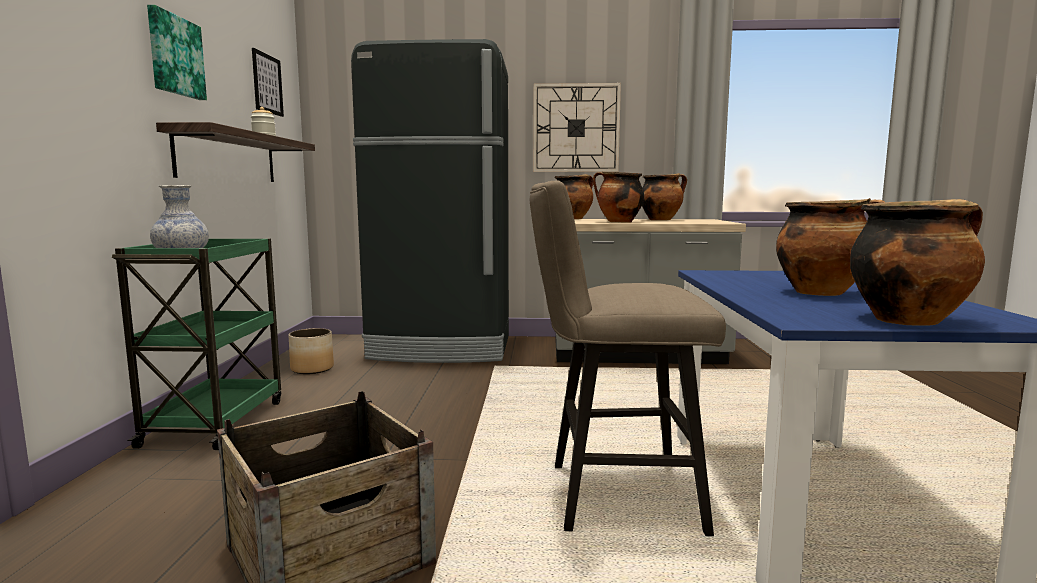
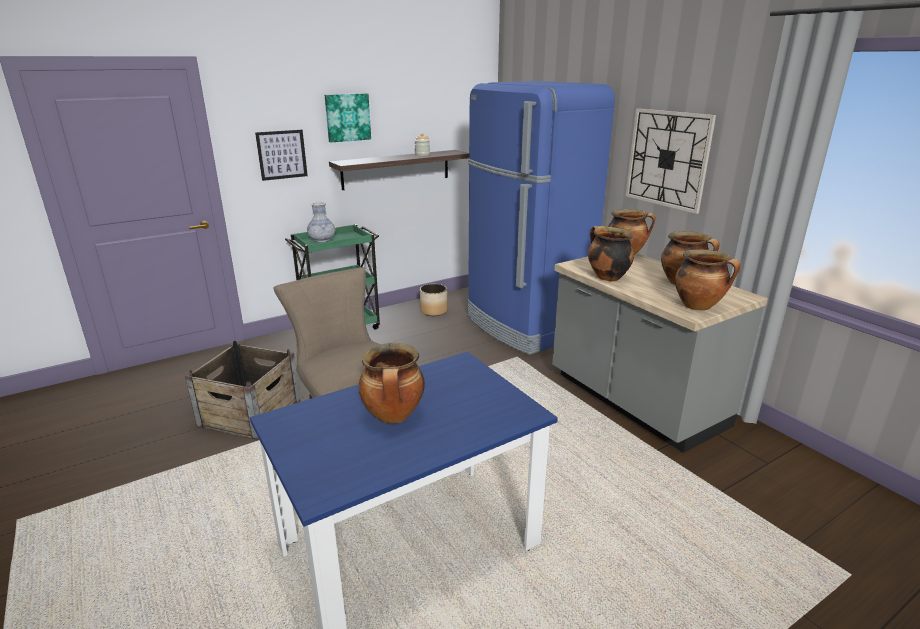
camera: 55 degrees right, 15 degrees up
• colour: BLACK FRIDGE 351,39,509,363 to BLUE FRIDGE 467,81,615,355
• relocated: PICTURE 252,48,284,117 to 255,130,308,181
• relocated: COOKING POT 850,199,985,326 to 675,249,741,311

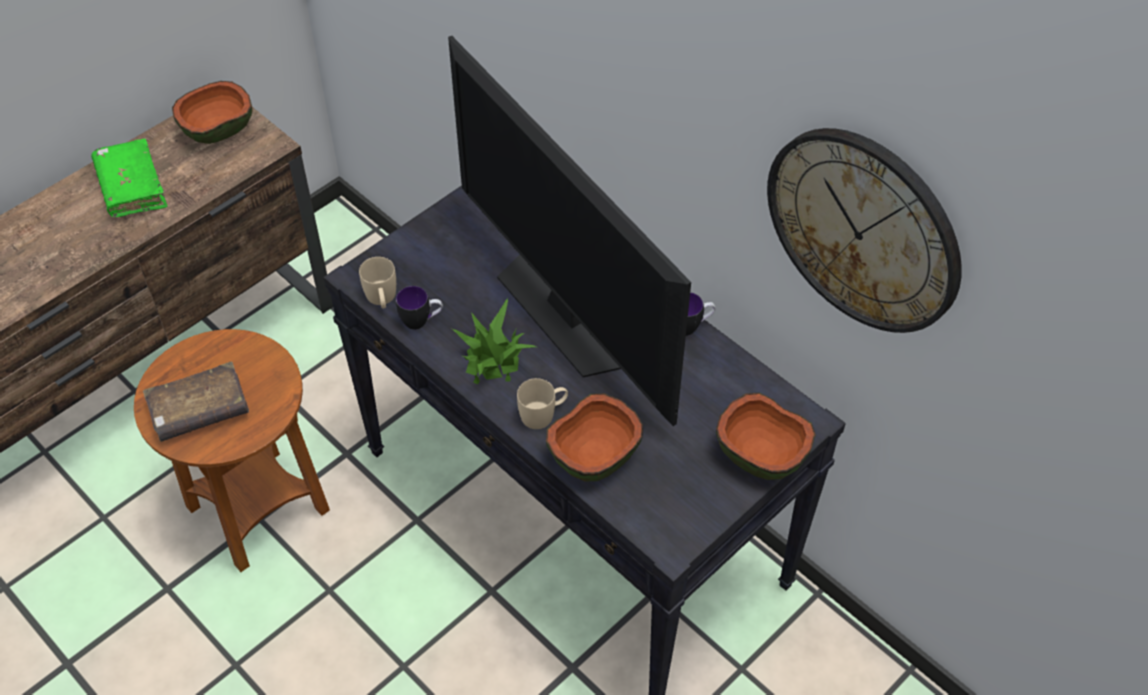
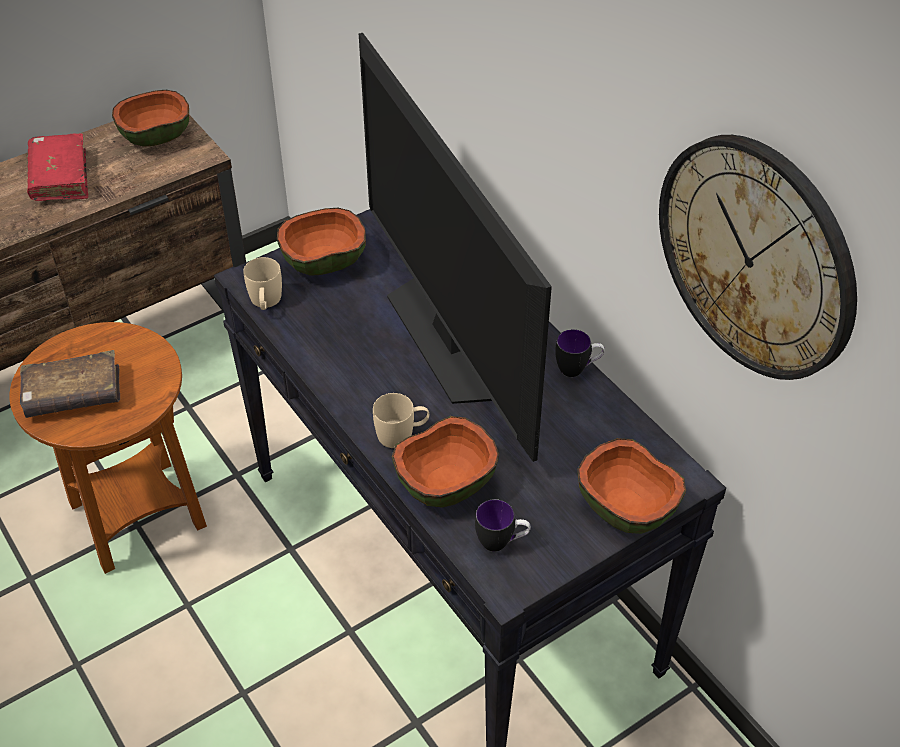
camera: 10 degrees right, 5 degrees down
• colour: GREEN BOOK 91,139,168,217 to RED BOOK 27,133,88,201
• relocated: MUG 396,286,443,330 to 475,499,531,552
• missing: POTTED PLANT 452,298,536,385
• appeared: BOWL 277,208,366,276

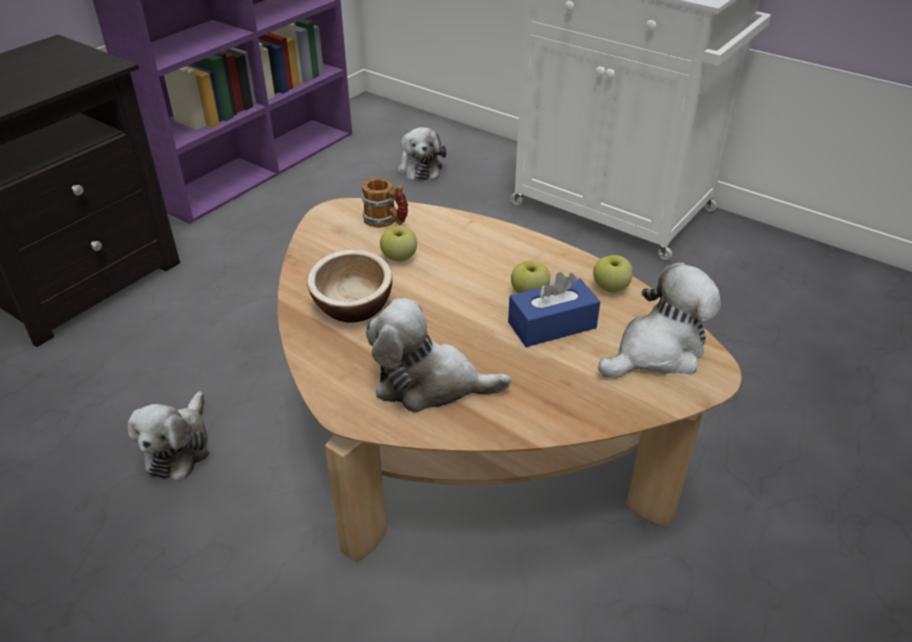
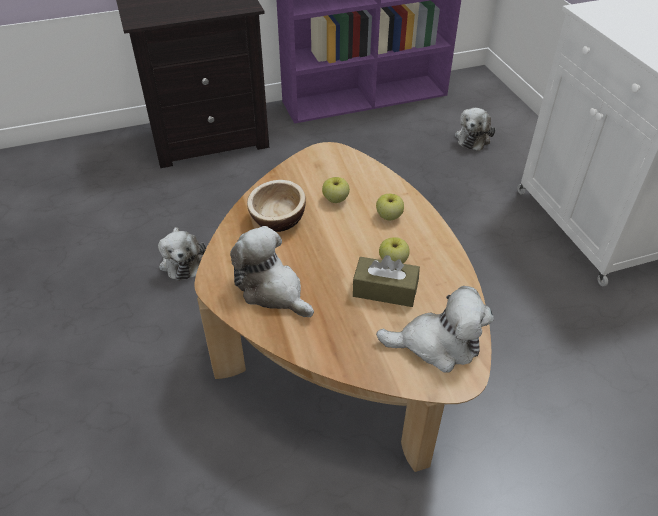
camera: 35 degrees right, 5 degrees up
• missing: MUG 362,178,408,228
• relocated: APPLE 593,255,633,292 to 376,194,404,220
• colour: BLUE TISSUE BOX 508,272,600,347 to BROWN TISSUE BOX 353,255,420,307
• spun: PLUSH TOY 128,391,209,480 = 158,227,206,281 60 degrees counterclockwise

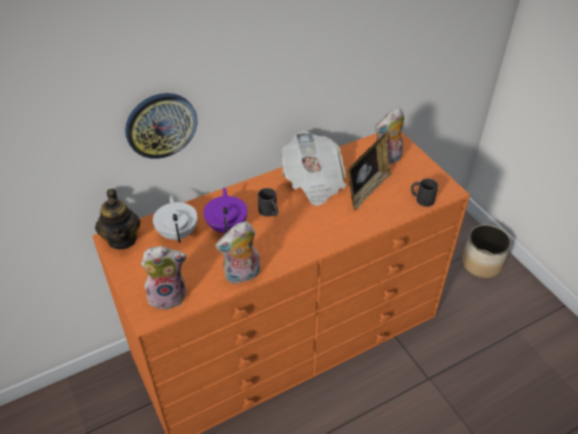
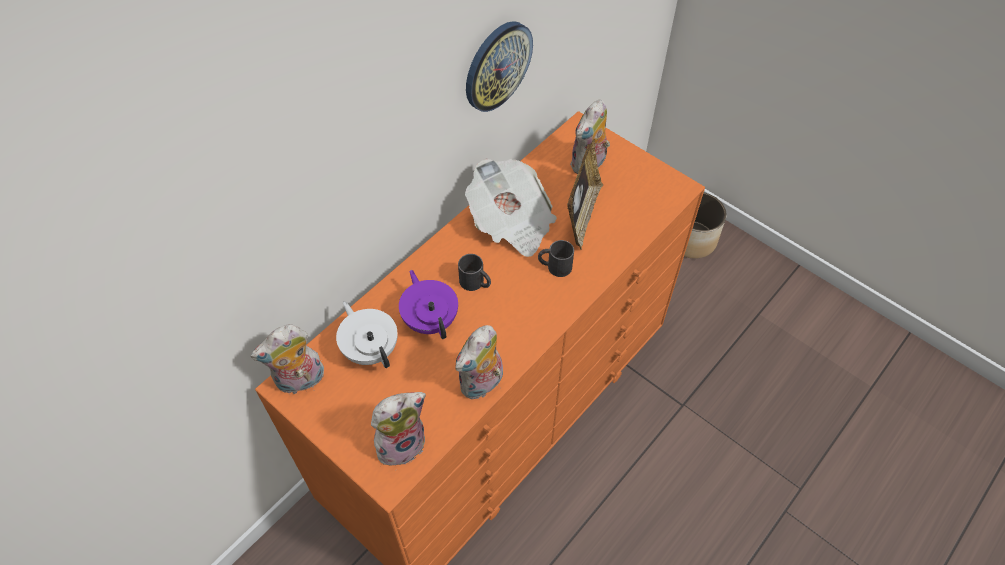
camera: 20 degrees left, 10 degrees up
• relocated: WALL CLOCK 125,93,197,159 to 466,21,533,112
• relocated: BLACK MUG 411,178,438,207 to 538,240,574,277
• exchanged: TEAPOT 95,189,141,250 to PLUSH TOY 251,324,324,394

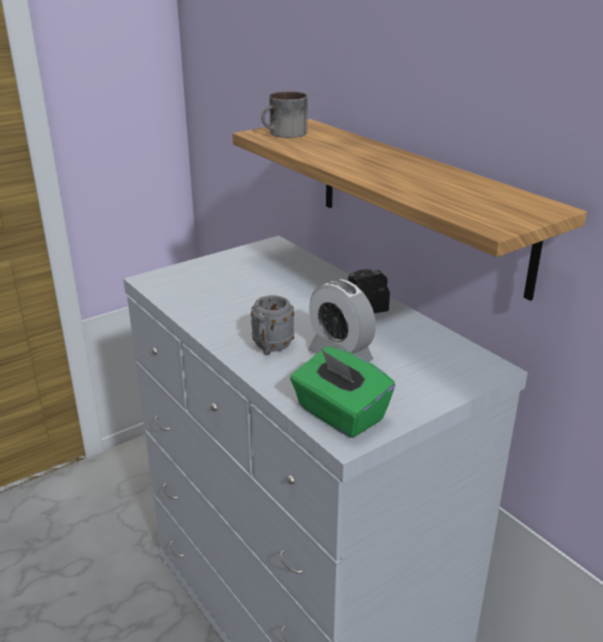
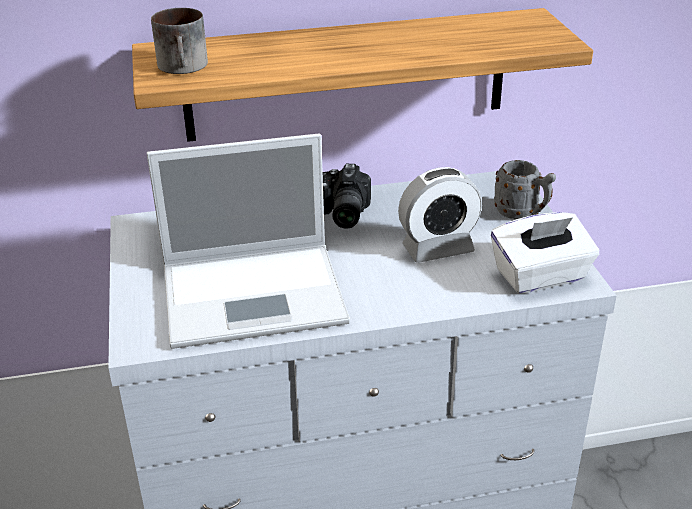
camera: 65 degrees left, 5 degrees up
• relocated: GREY MUG 250,295,295,355 to 494,160,556,219
• colour: GREEN TISSUE BOX 290,347,395,438 to WHITE TISSUE BOX 491,212,599,294
• appeared: LAPTOP 147,134,350,349

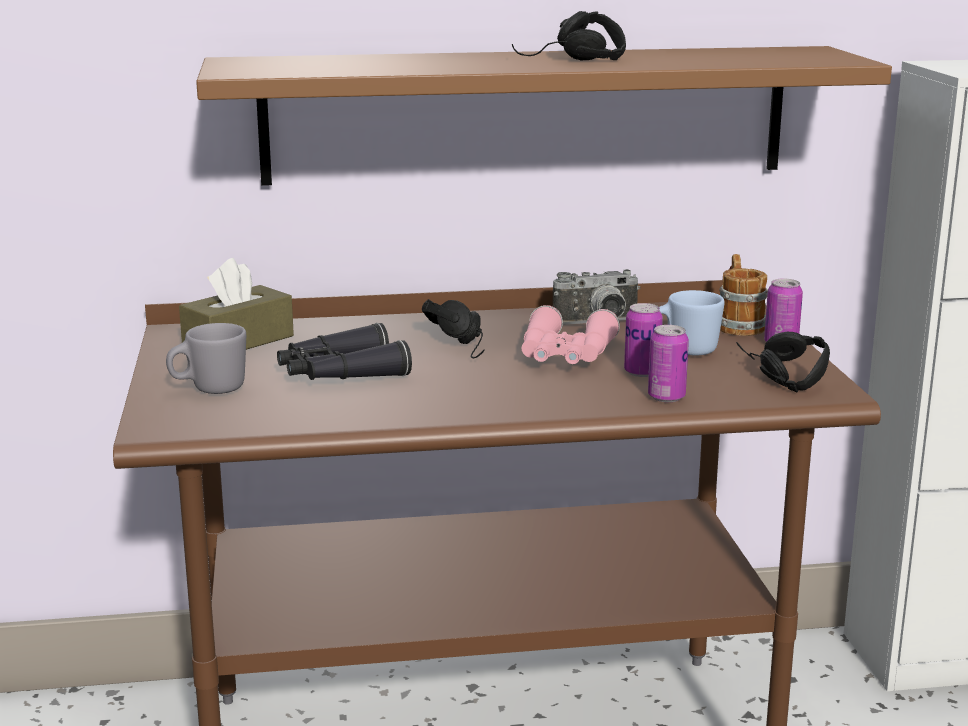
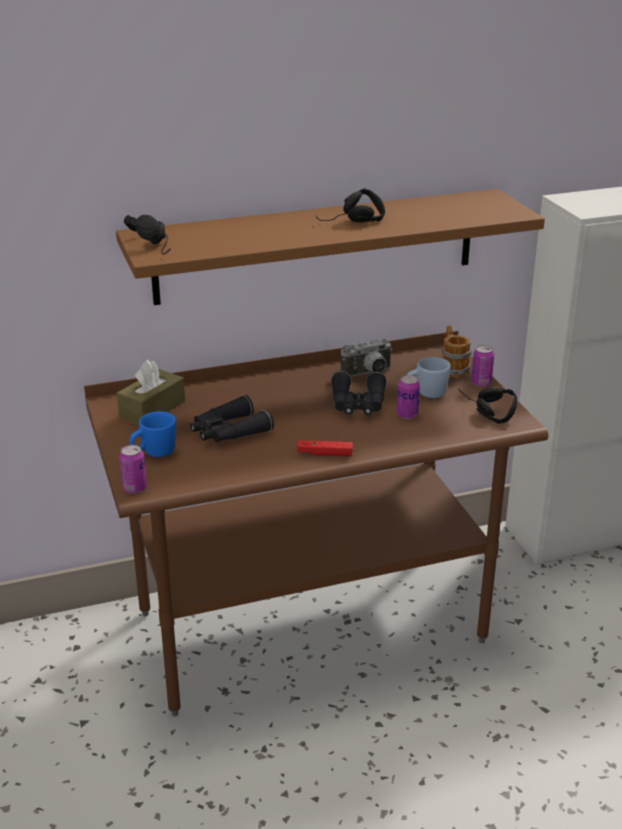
camera: 10 degrees left, 10 degrees up
• relocated: BLACK HEADPHONES 422,299,485,358 to 124,215,171,254
• colour: PINK BINOCULARS 522,305,620,364 to BLACK BINOCULARS 331,370,387,415
• colour: GREY MUG 166,323,246,394 to BLUE MUG 130,411,176,457
• relocated: CAN 648,325,689,402 to 119,445,147,493
• appeared: RED GAME CONTROLLER 297,440,353,456

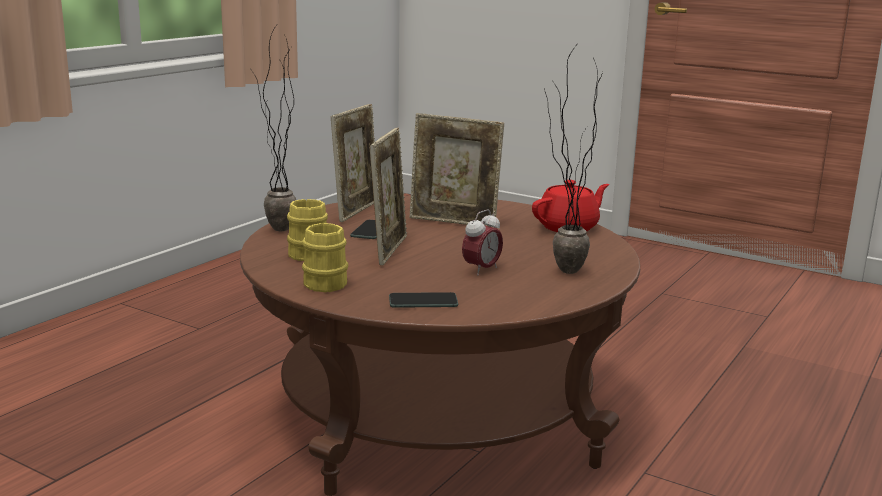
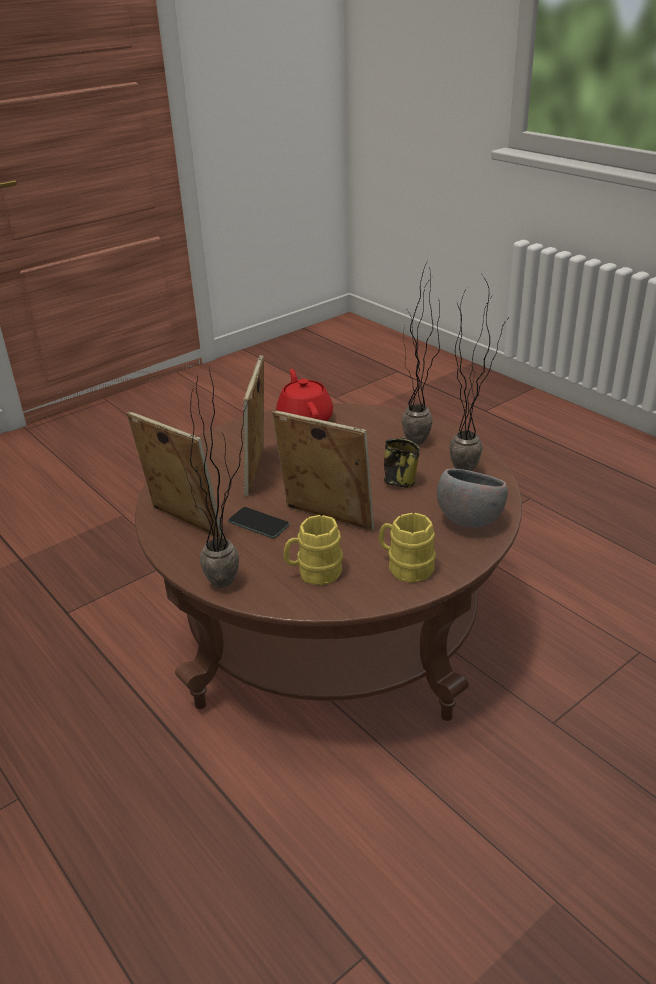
camera: 70 degrees left, 15 degrees up
• spun: PICTURE FRAME 410,113,504,228 = 243,355,264,496 150 degrees clockwise
• exchanged: ALARM CLOCK 462,209,503,276 to MUG 384,437,420,488
• exchanged: PHONE 389,292,458,308 to GREY BOWL 437,468,508,528
• appeared: POTTED PLANT 449,275,510,471

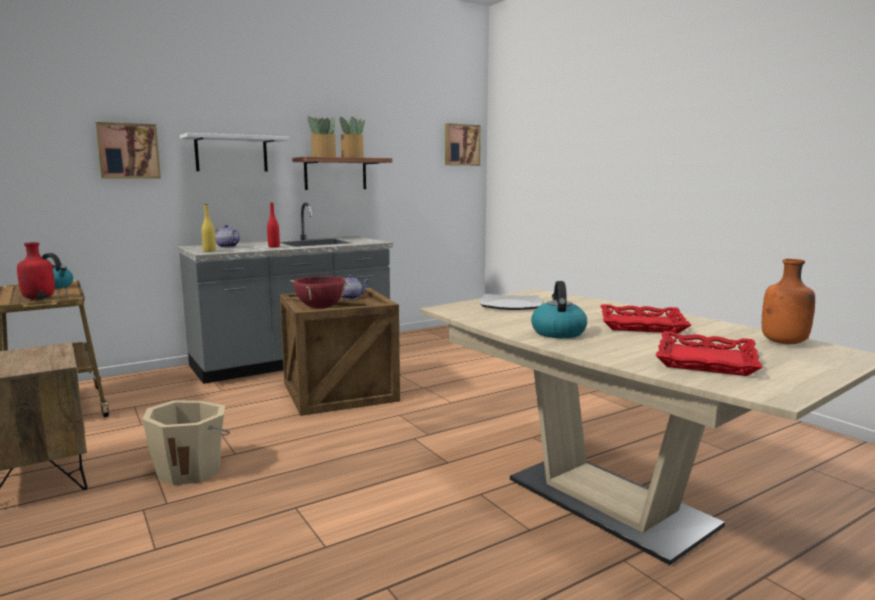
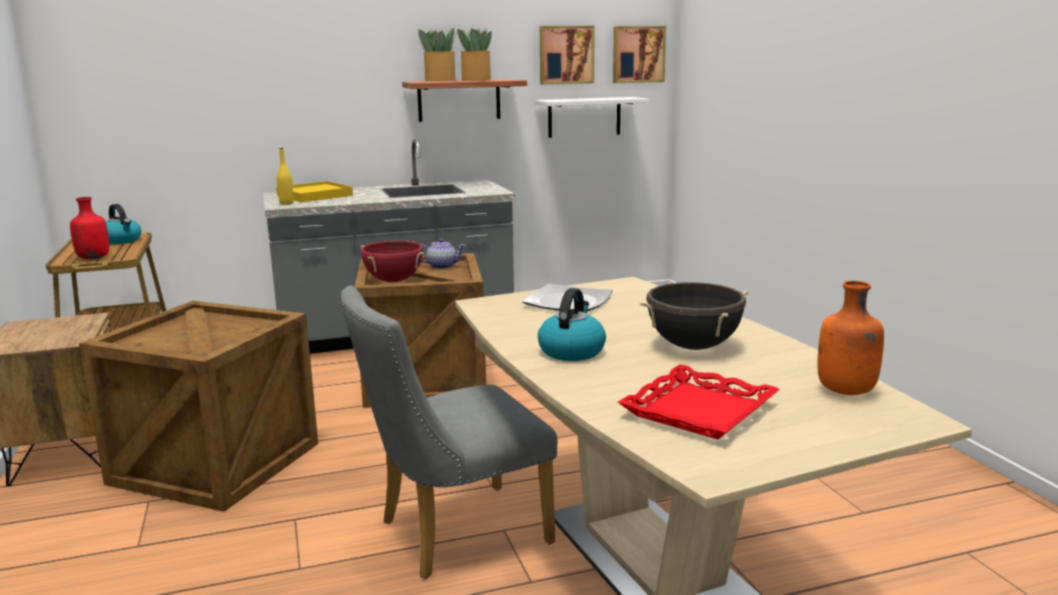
camera: 15 degrees right, 5 degrees up
• relocated: PICTURE 95,122,161,179 to 540,26,595,85
• relocated: WHITE SHELF 180,133,289,172 to 535,97,649,138
• missing: RED BOTTLE 267,203,280,248
• exchanged: TEAPOT 215,225,240,248 to YELLOW TRAY 276,181,353,202
• exchanged: RED TRAY 600,304,691,333 to BLACK COOKING POT 640,282,749,350
• exchanged: BEIGE BUCKET 142,400,230,485 to CRATE 79,301,318,512
• appeared: GREY CHAIR 341,286,558,579

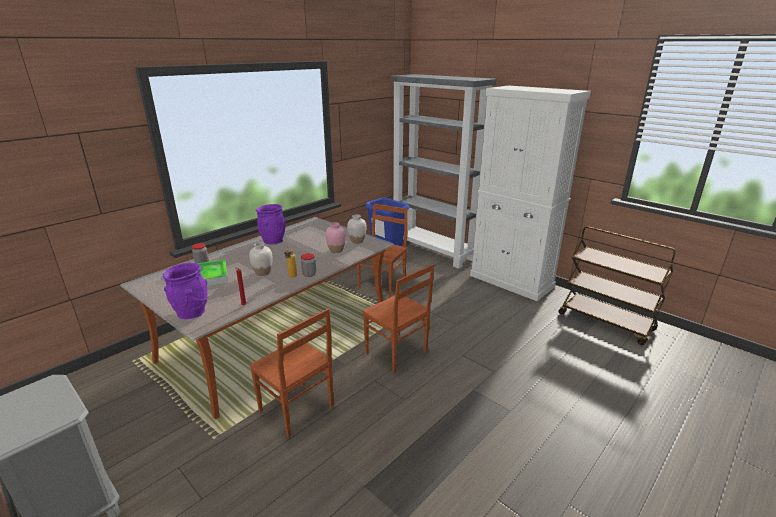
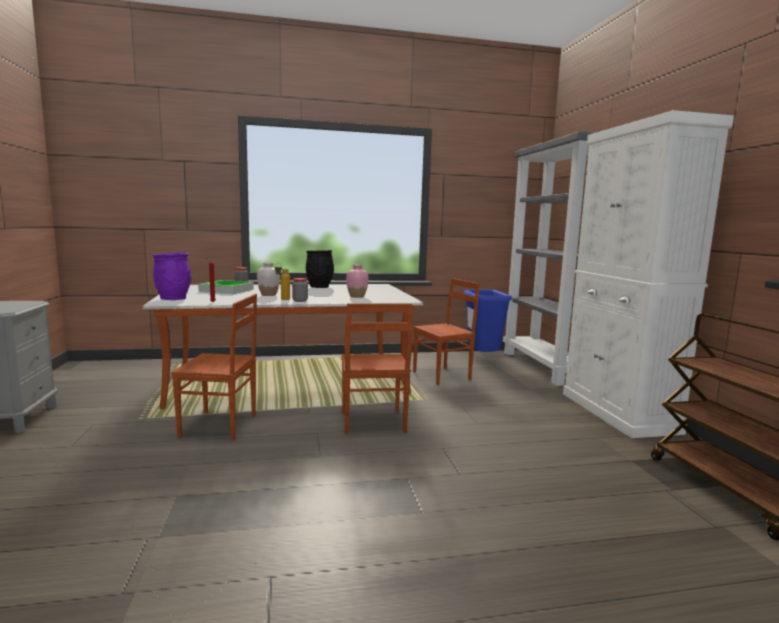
camera: 35 degrees right, 15 degrees down
• colour: PURPLE VASE 256,204,286,245 to BLACK VASE 306,250,334,288
• missing: WHITE VASE 347,214,367,244
• spun: BROWN CHAIR 249,308,334,438 = 171,294,257,441 75 degrees counterclockwise

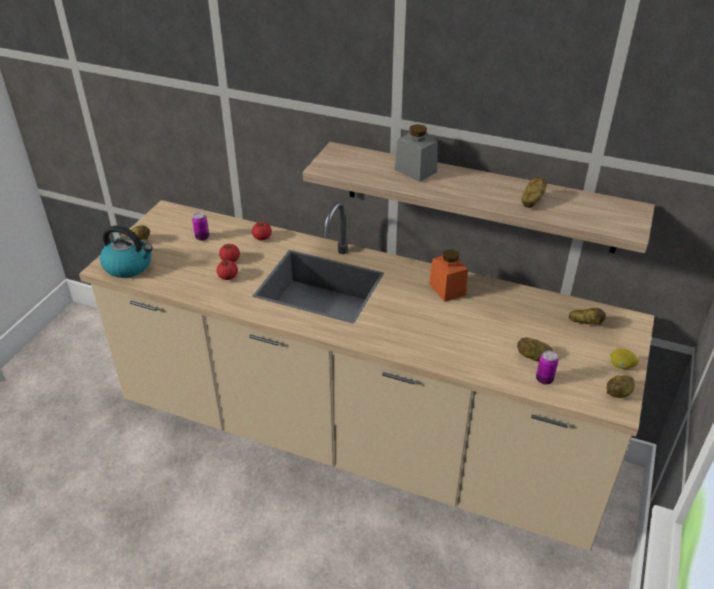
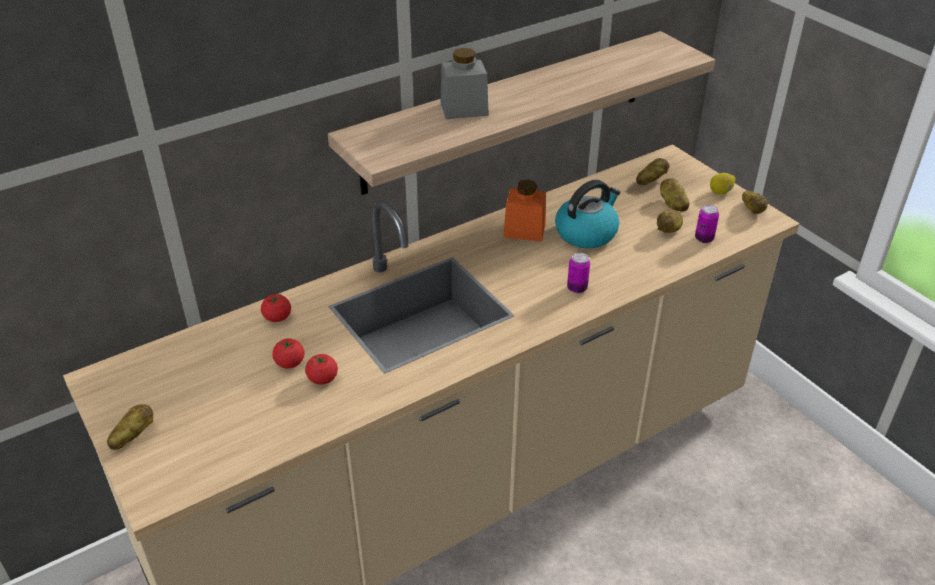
camera: 55 degrees left, 0 degrees up
• relocated: POTATO 522,177,547,208 to 660,178,689,212
• relocated: CAN 192,212,209,241 to 567,253,590,293
• relocated: KETTLE 100,225,153,278 to 555,180,620,248

